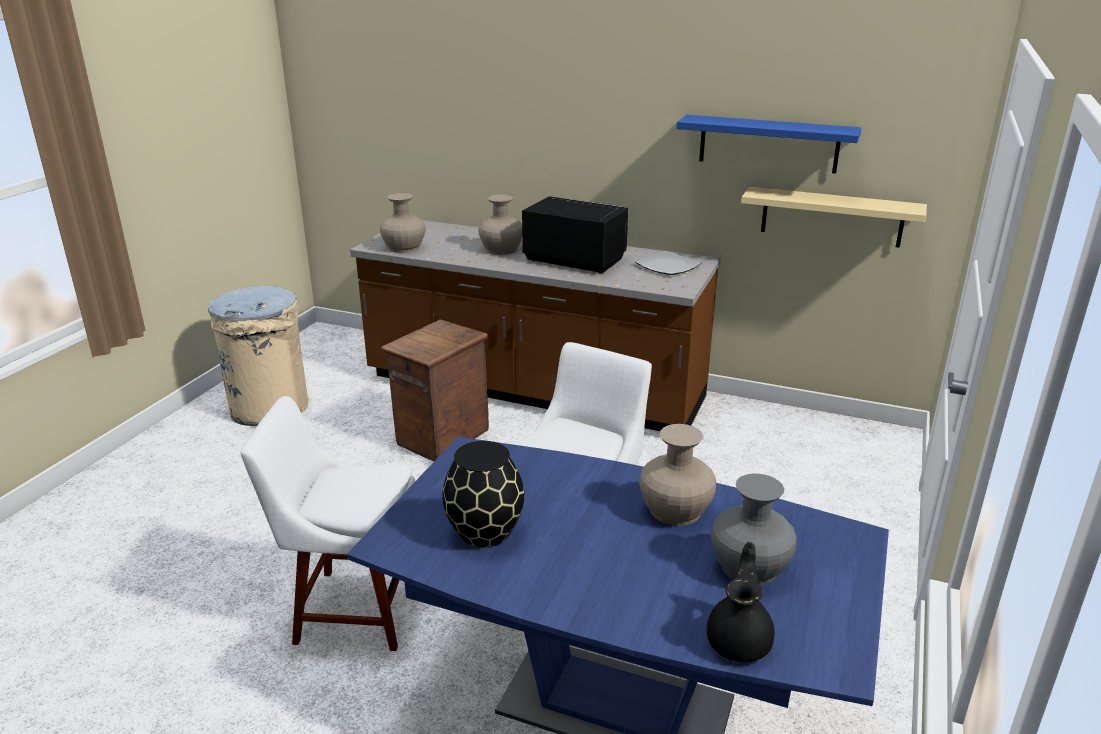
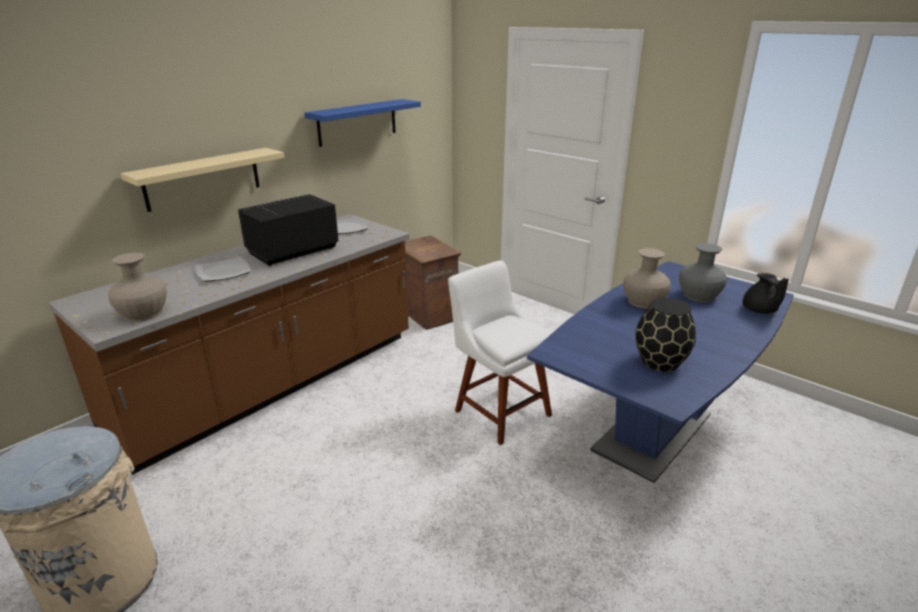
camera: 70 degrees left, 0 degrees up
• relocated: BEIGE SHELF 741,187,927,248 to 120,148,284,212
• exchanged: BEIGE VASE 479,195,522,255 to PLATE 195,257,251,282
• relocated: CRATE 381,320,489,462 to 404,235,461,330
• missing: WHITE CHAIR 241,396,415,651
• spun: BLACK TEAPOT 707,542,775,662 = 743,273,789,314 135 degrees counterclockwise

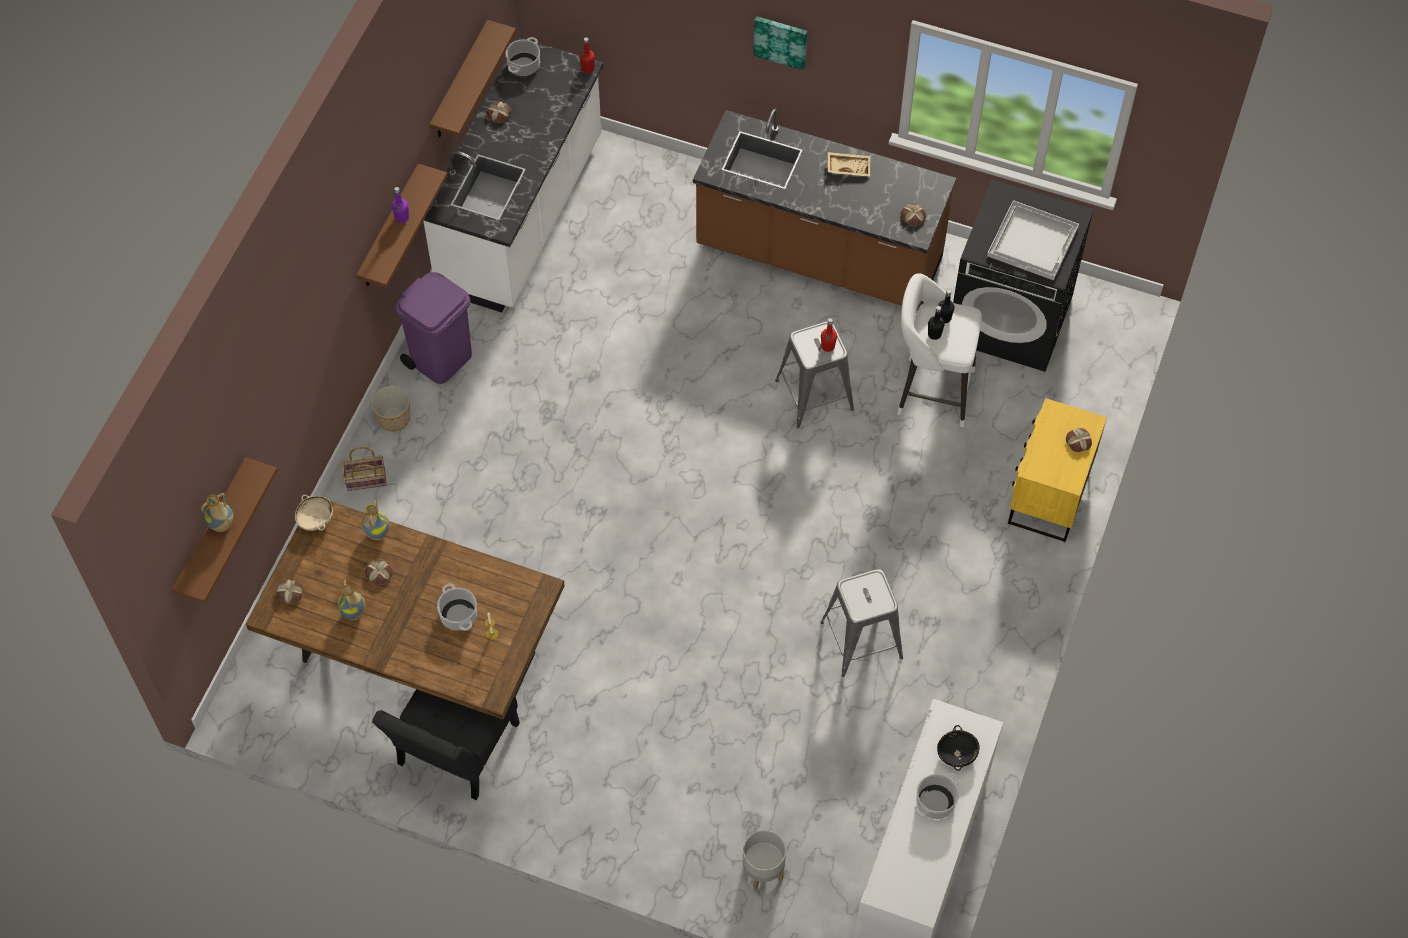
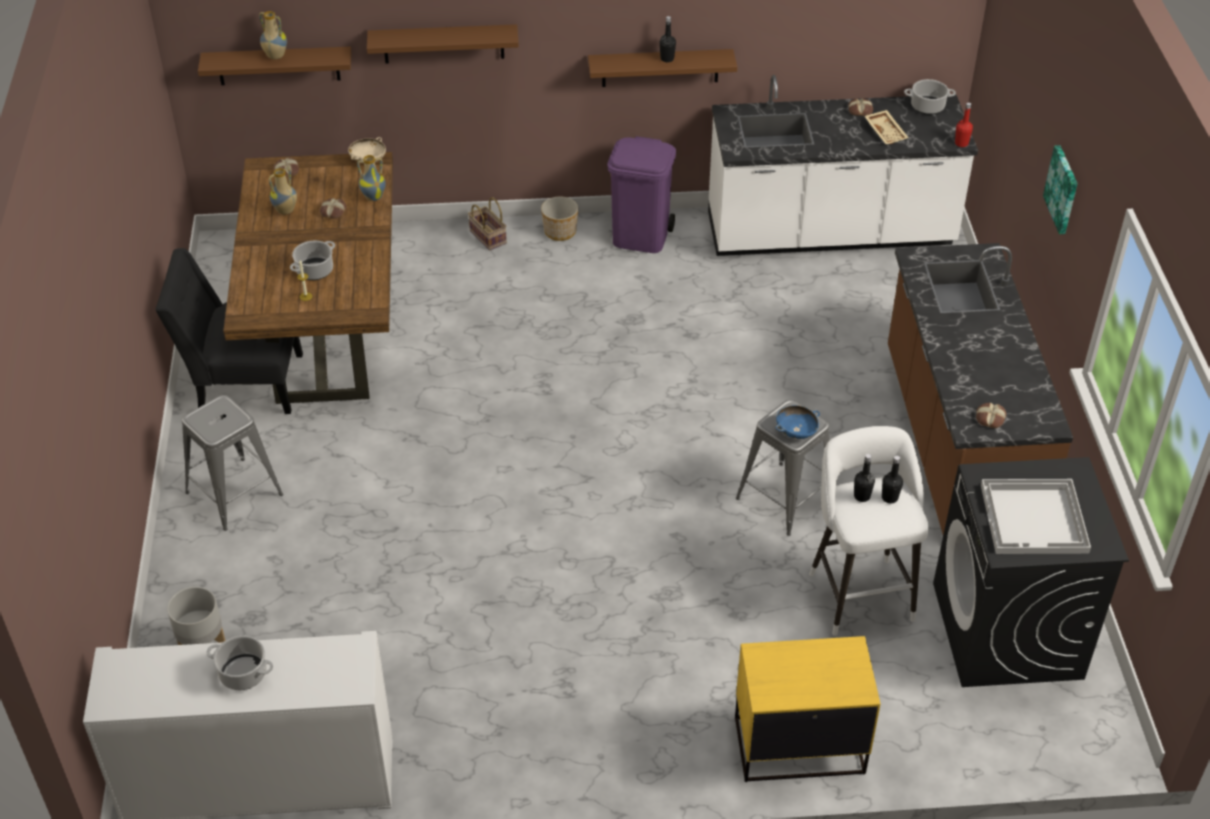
camera: 65 degrees right, 15 degrees down
• relocated: BROWN SHELF 429,20,516,138 to 367,24,519,64
• relocated: BEIGE TRAY 828,152,870,177 to 865,110,909,144
• colour: PURPLE BOTTLE 392,187,409,223 to BLACK BOTTLE 659,16,676,62
• exchanged: RED BOTTLE 821,318,837,352 to BLUE BOWL 775,405,820,439
• missing: BREAD 1066,428,1092,452
• relocated: GREY STOOL 820,569,903,677 to 182,395,283,531
• missing: BLACK BOWL 937,725,980,771

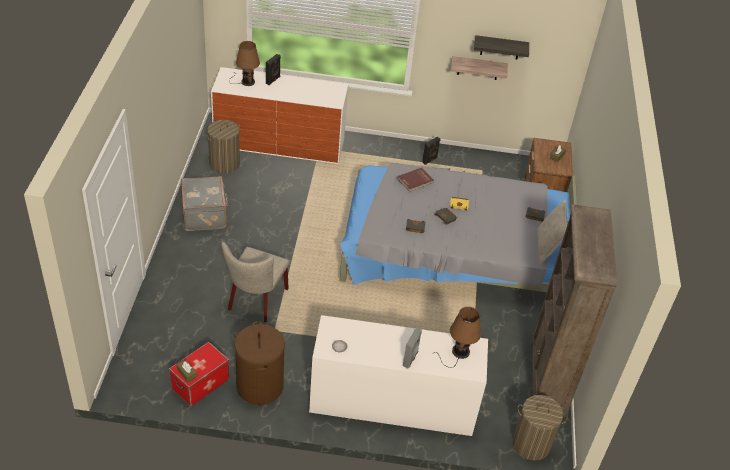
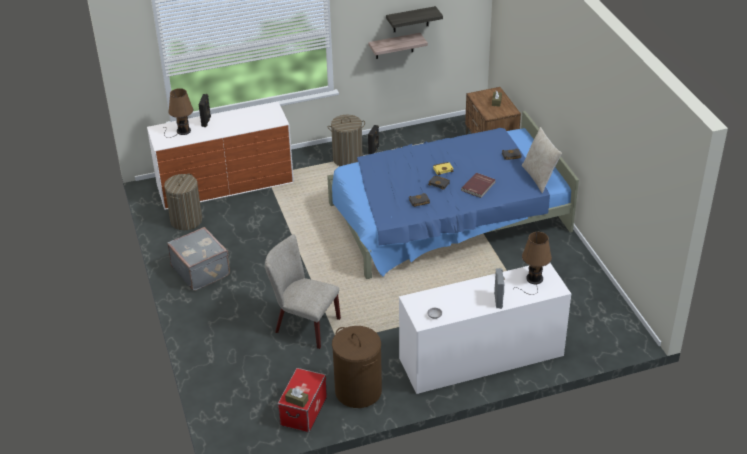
camera: 20 degrees left, 5 degrees down
• colour: GREY BED 340,162,577,292 to BLUE BED 327,111,579,279
• relocated: RED BOOK 397,168,434,192 to 461,173,496,198
• missing: BROWN BOOKCASE 531,204,618,417
• spun: BEIGE CHAIR 221,242,289,322 = 265,234,341,349 120 degrees clockwise
• relocated: LAUNDRY BASKET 512,395,568,461 to 328,115,365,166

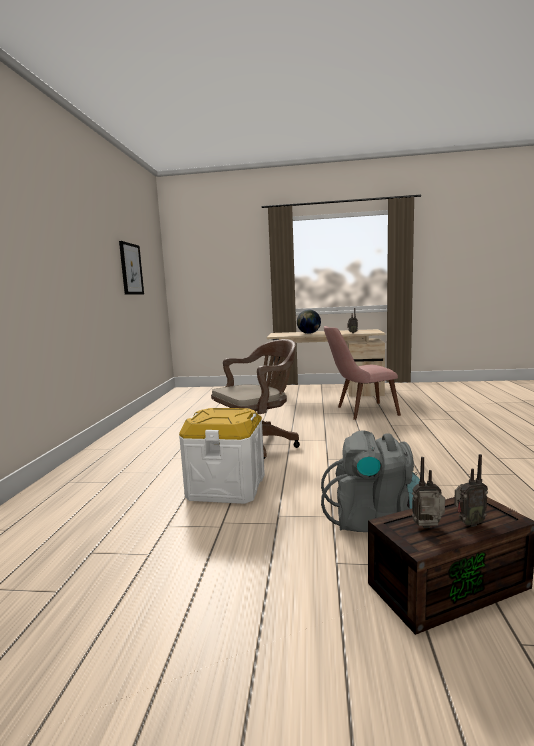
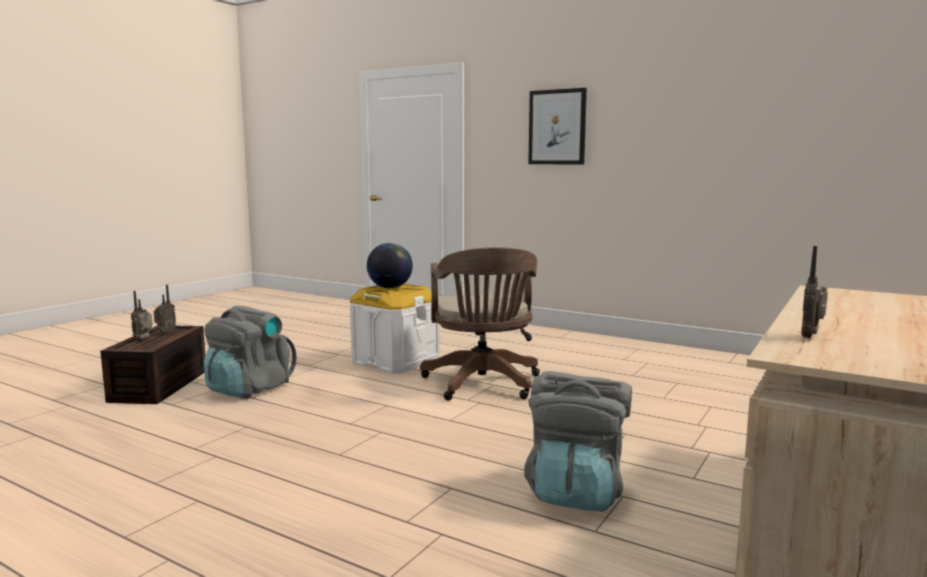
camera: 115 degrees right, 0 degrees up
• relocated: PICTURE 119,241,144,295 to 528,88,587,164
• relocated: GLOBE 297,310,321,334 to 367,243,413,288
• exchanged: PINK CHAIR 324,326,401,420 to GREY BACKPACK 524,371,632,512

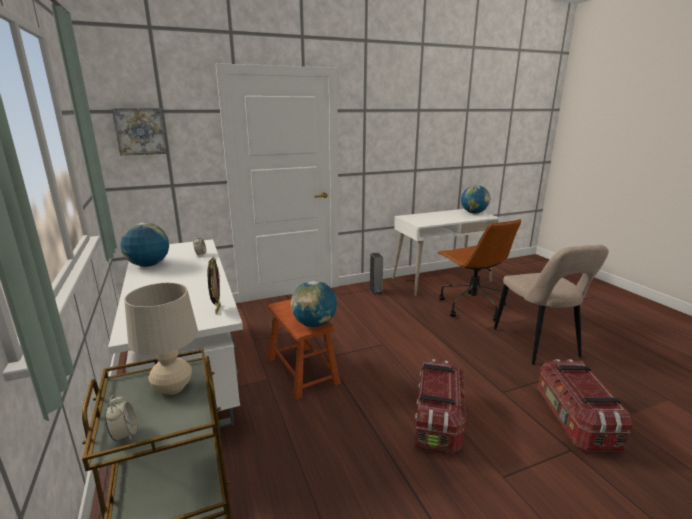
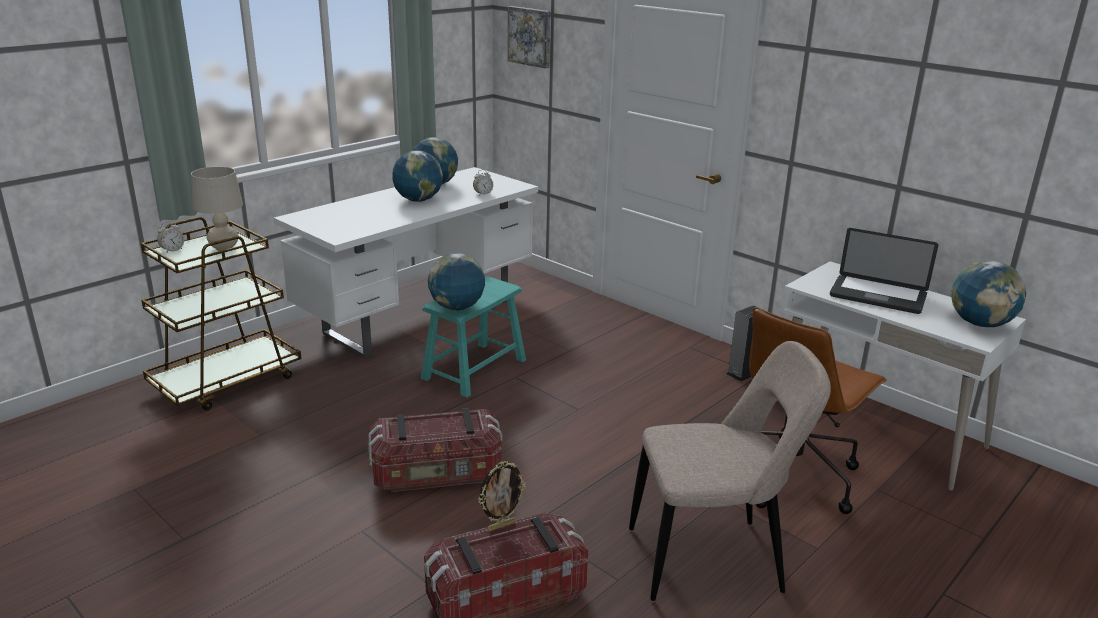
camera: 65 degrees right, 5 degrees up
• spun: BEIGE CHAIR 494,245,609,365 = 629,341,831,601 150 degrees counterclockwise
• relocated: PICTURE FRAME 208,257,221,314 to 478,461,526,531
• colour: BROWN STOOL 267,299,341,400 to TURQUOISE STOOL 421,276,526,397
• appeared: GLOBE 392,150,443,202
• appeared: LAPTOP 830,228,938,314

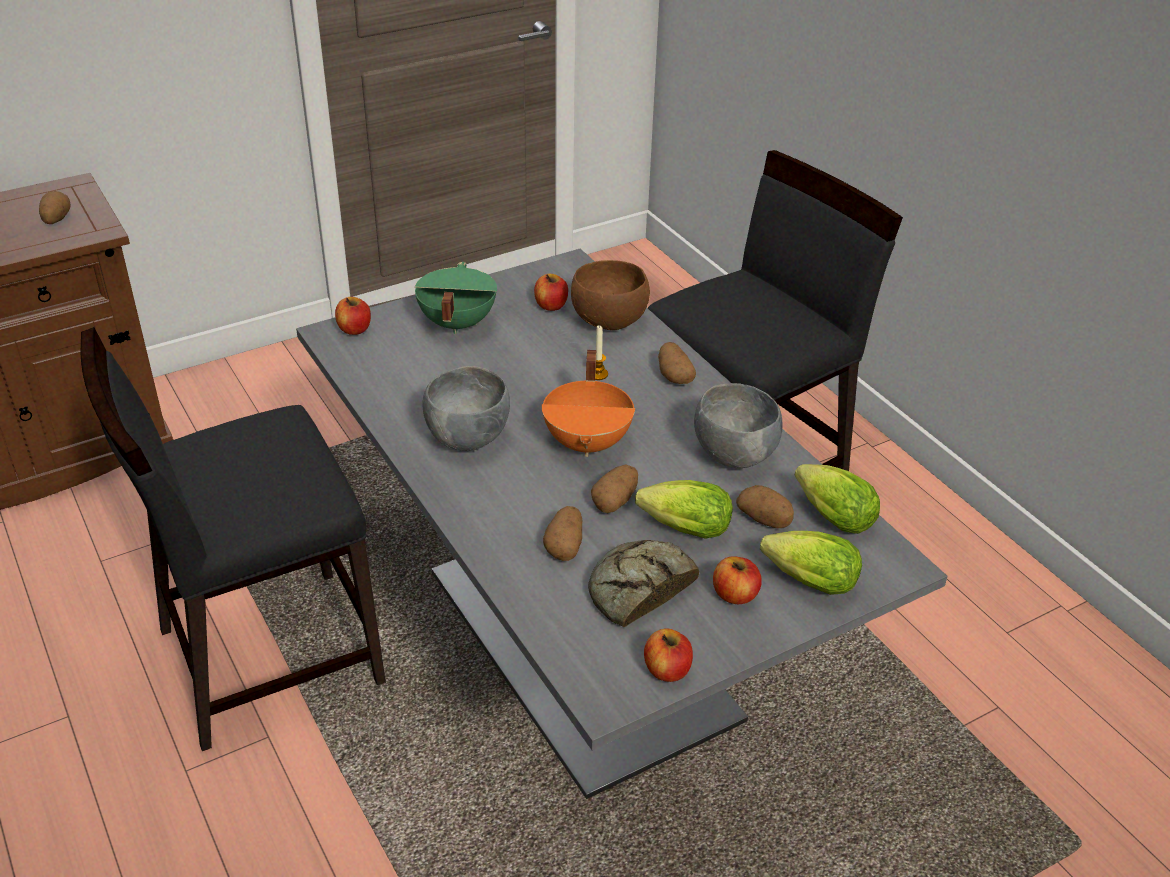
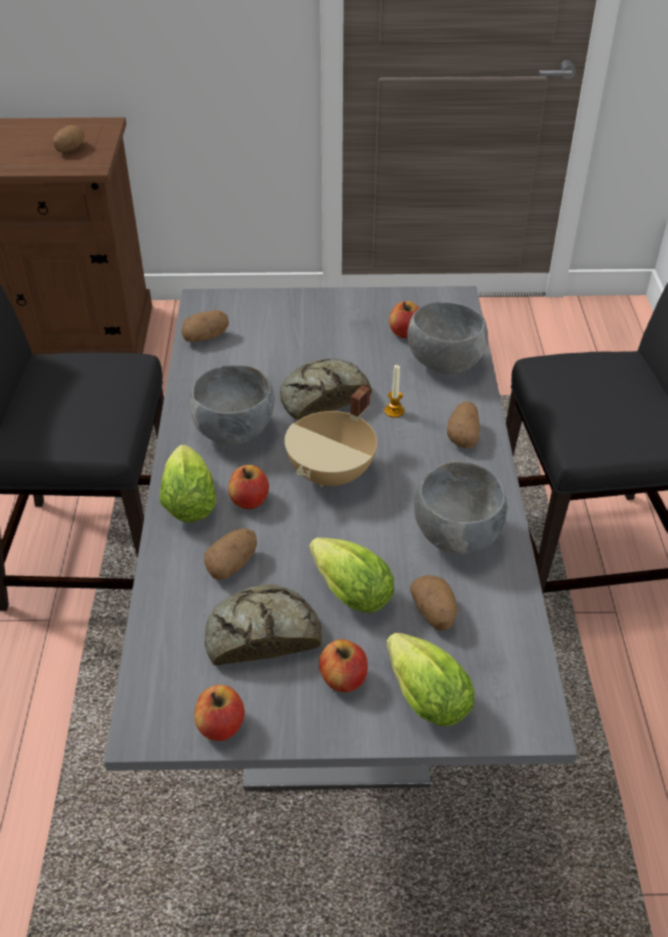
camera: 30 degrees right, 5 degrees up
• colour: BROWN BOWL 571,260,650,330 to GREY BOWL 407,302,488,374
• missing: GREEN COOKING POT 415,262,497,334
• relocated: APPLE 335,297,371,335 to 228,465,269,509
• colour: ORANGE COOKING POT 542,350,635,457 to BEIGE COOKING POT 285,385,377,487
• relocated: POTATO 591,464,638,513 to 181,310,229,342
• relocated: LETTUCE 795,464,880,534 to 160,445,216,522
• appeared: BREAD 280,358,372,420

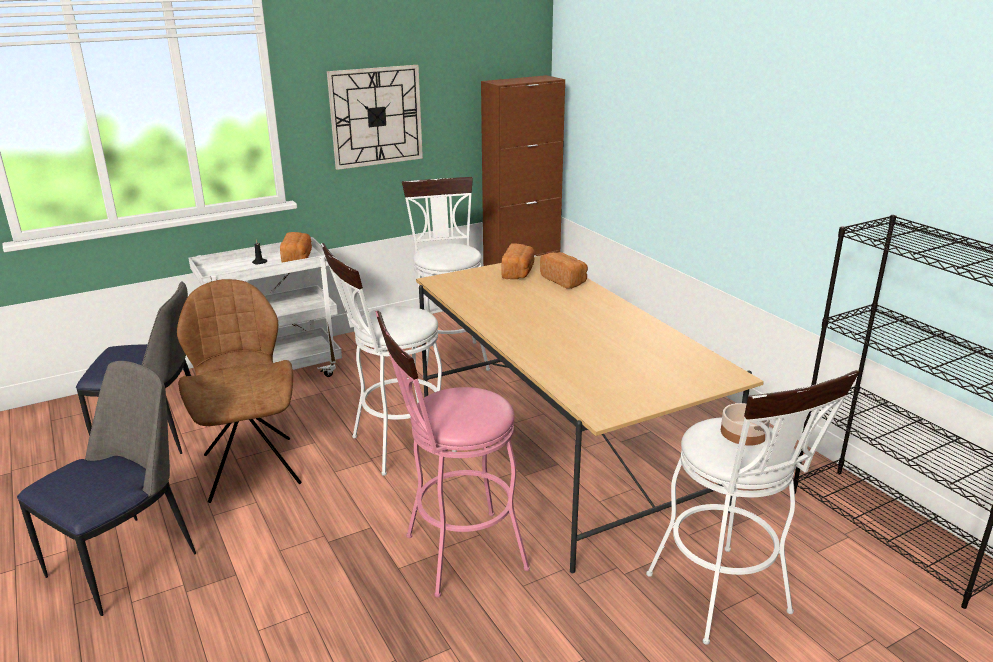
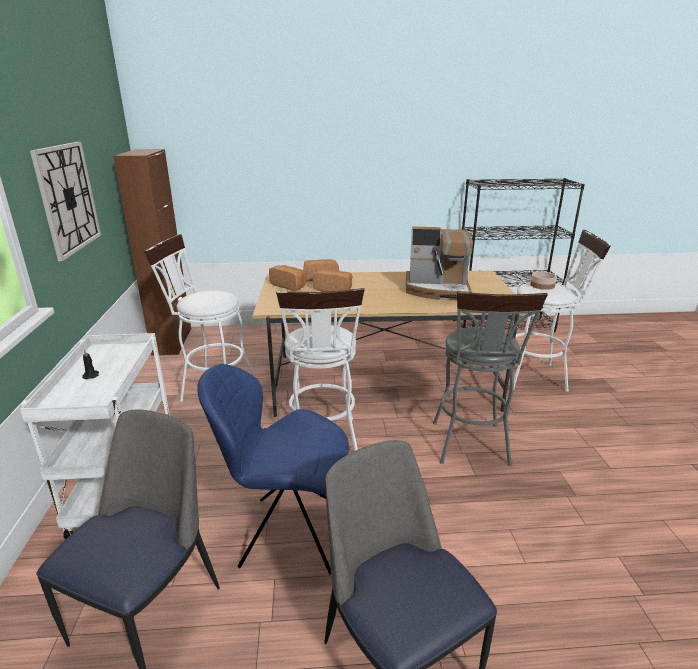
camera: 65 degrees left, 0 degrees up
• relocated: BREAD 280,232,312,263 to 313,269,352,292
• colour: BROWN CHAIR 177,279,302,503 to BLUE CHAIR 197,364,349,574
• colour: PINK STOOL 375,311,530,598 to GREY STOOL 433,291,548,466
• appeared: COFFEE MACHINE 406,227,473,300

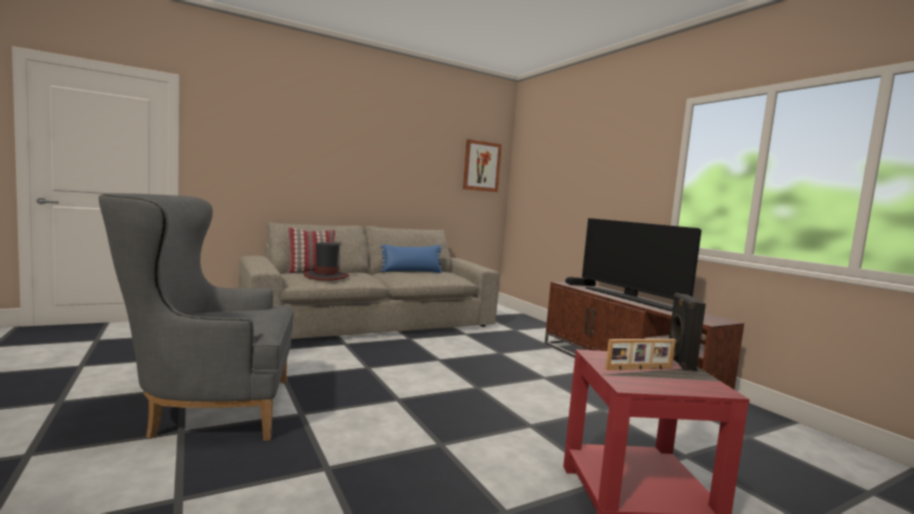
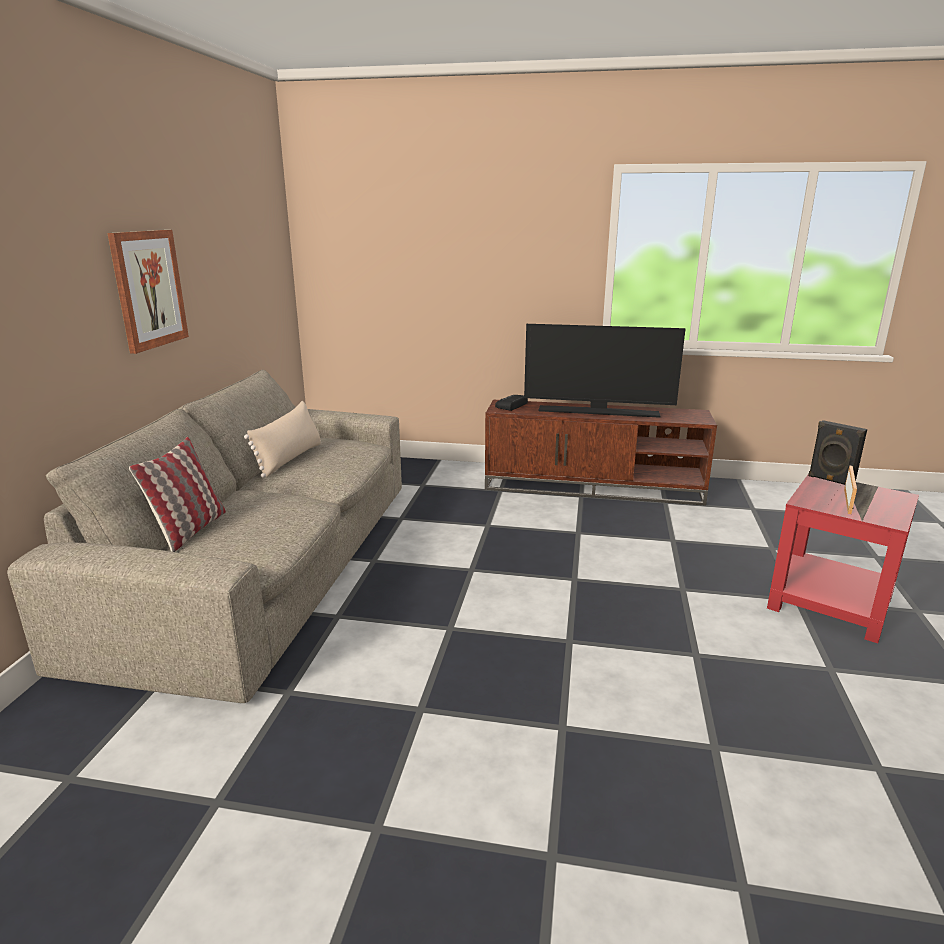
camera: 50 degrees left, 15 degrees up
• relocated: PICTURE 463,139,502,192 to 107,230,189,354
• missing: GREY ARMCHAIR 99,193,294,441
• missing: HAT 303,242,349,281
• colour: BLUE PILLOW 381,244,442,273 to BEIGE PILLOW 244,401,321,478

